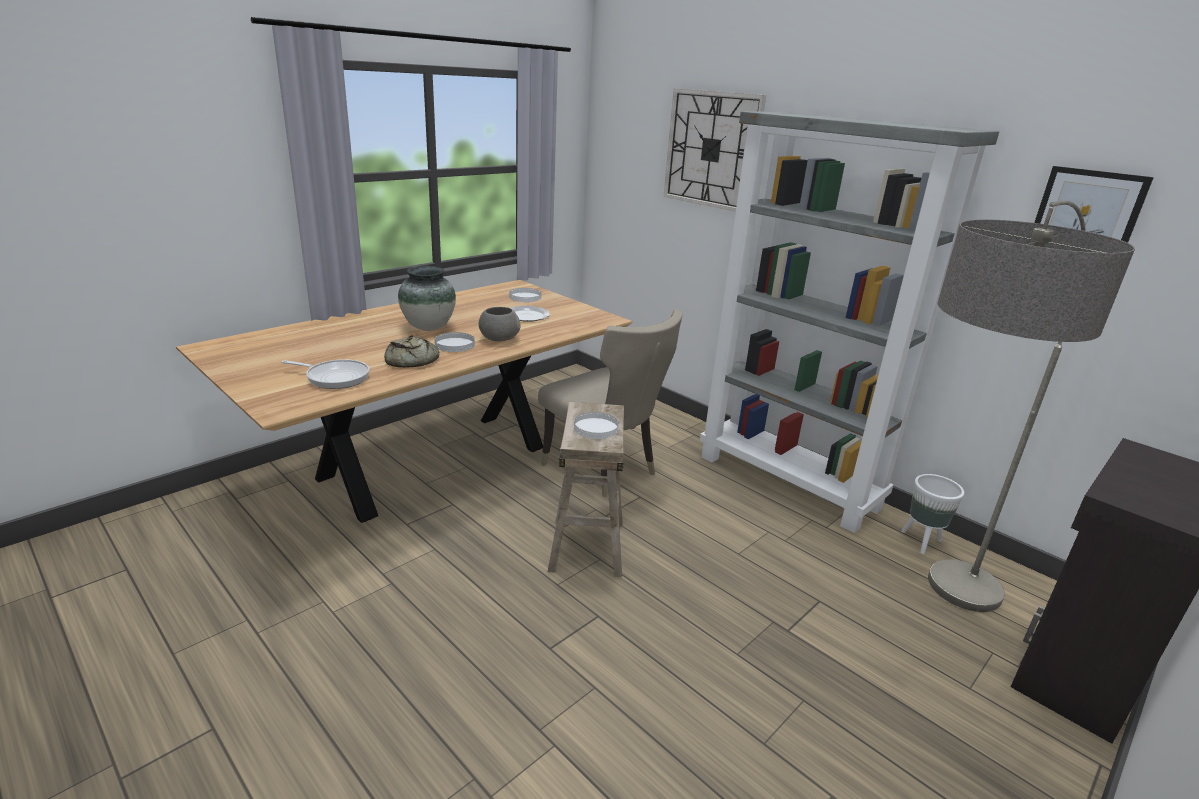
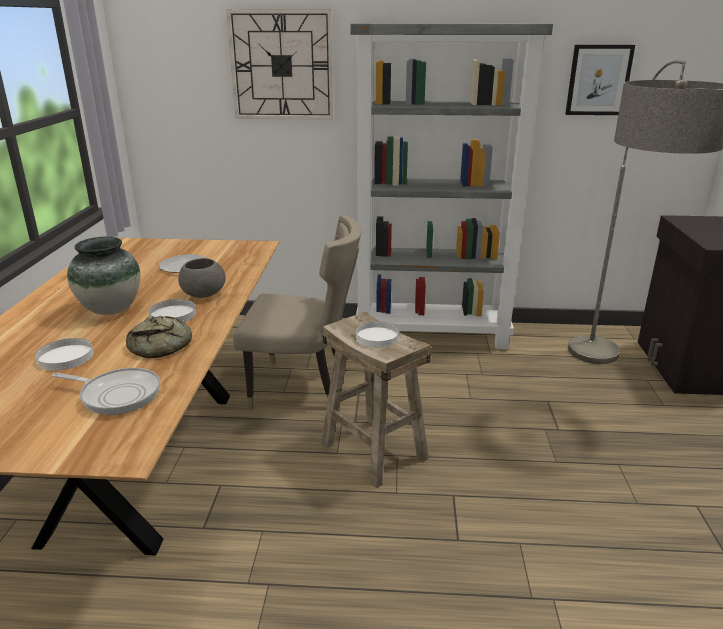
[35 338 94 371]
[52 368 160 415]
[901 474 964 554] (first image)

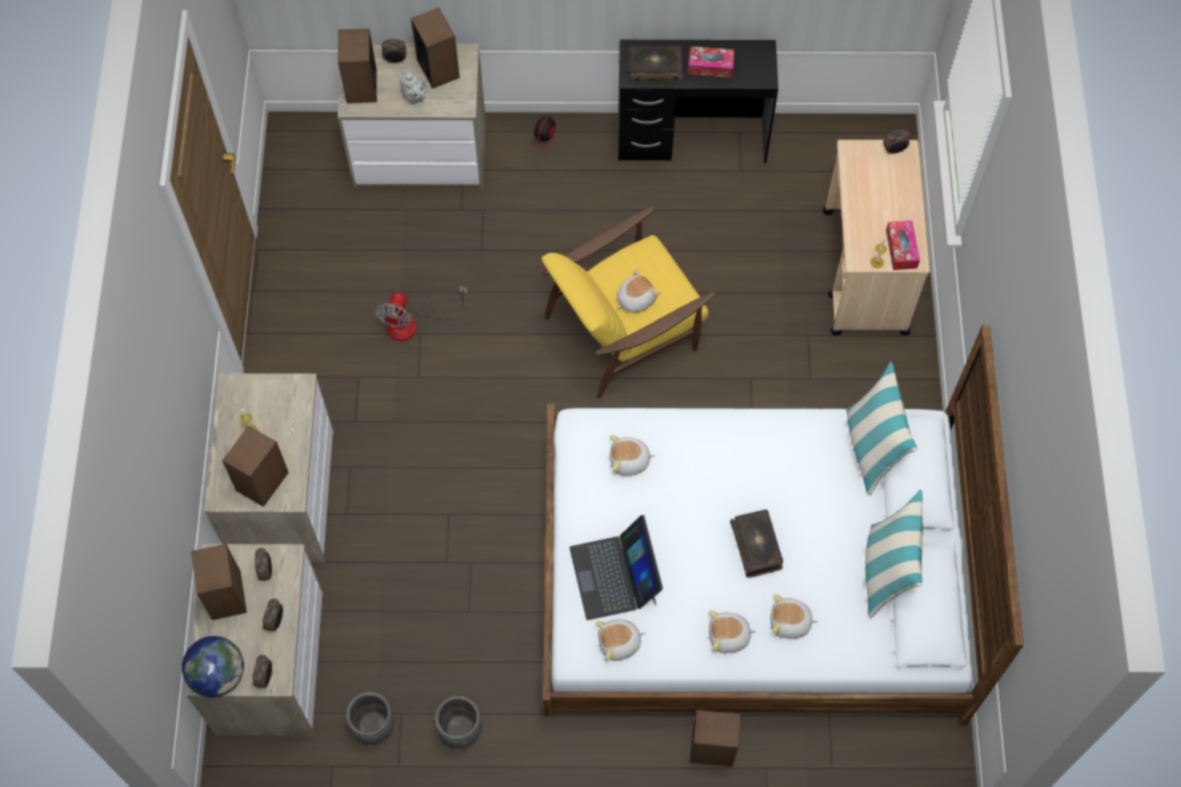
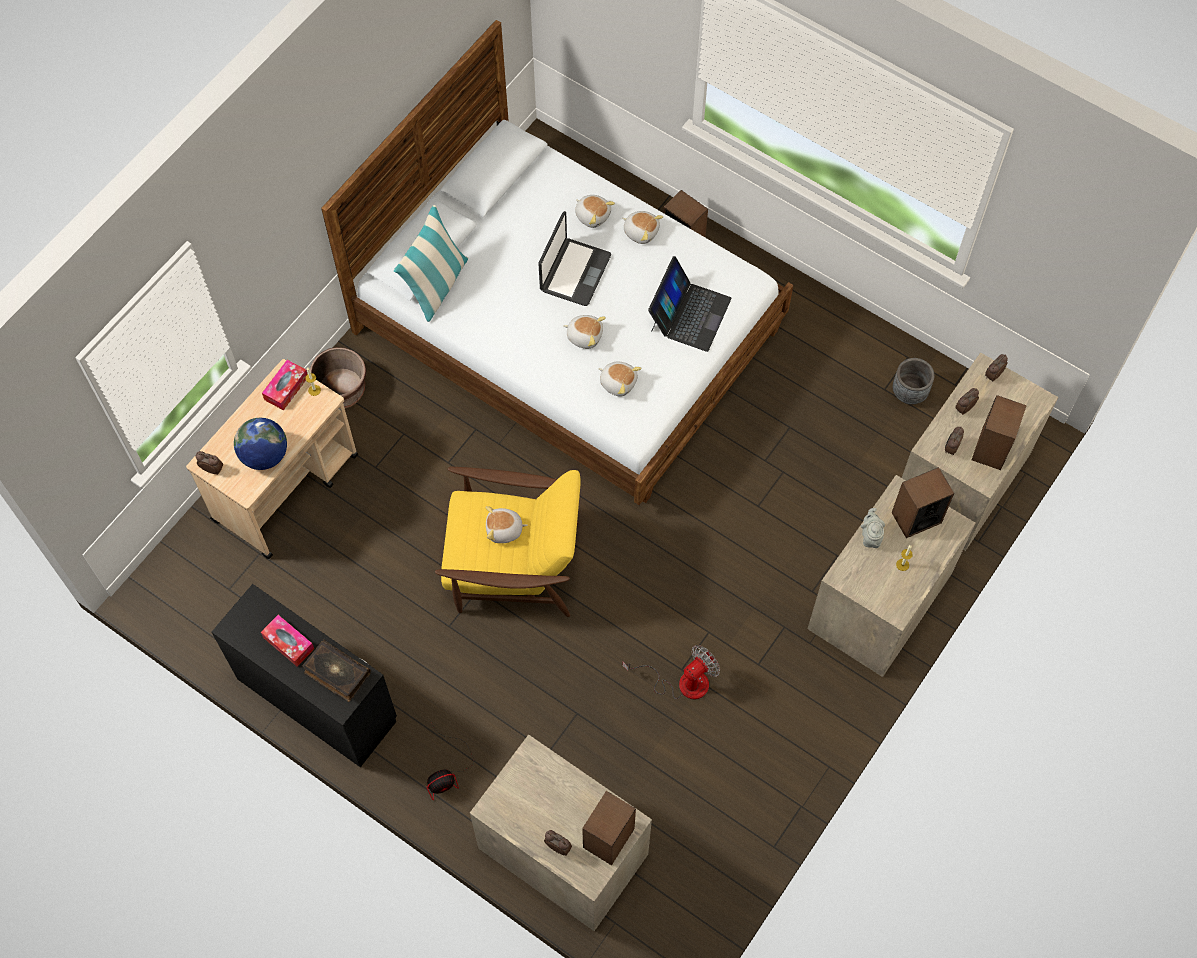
[411 7 460 89] (first image)
[861 508 885 548]
[865 490 923 618] (first image)
[539 211 611 306]
[563 315 606 349]
[234 418 287 470]
[435 696 482 748] (first image)
[310 347 366 409]

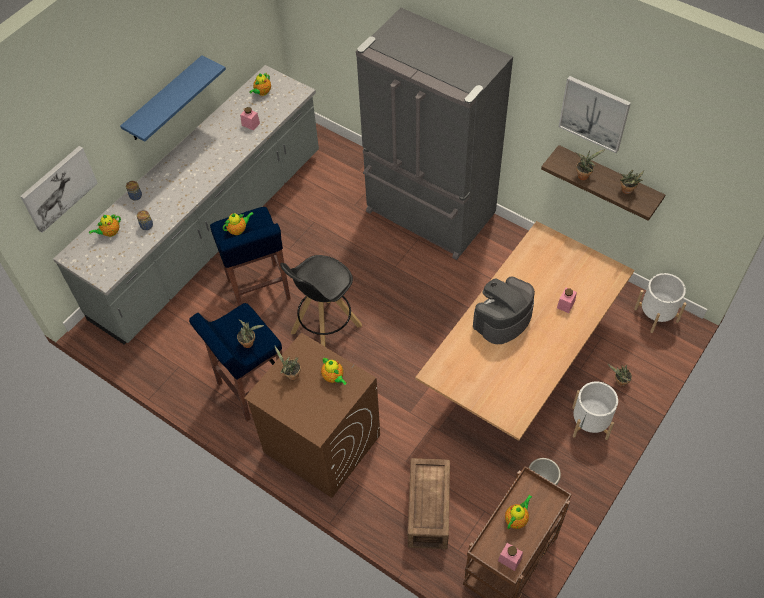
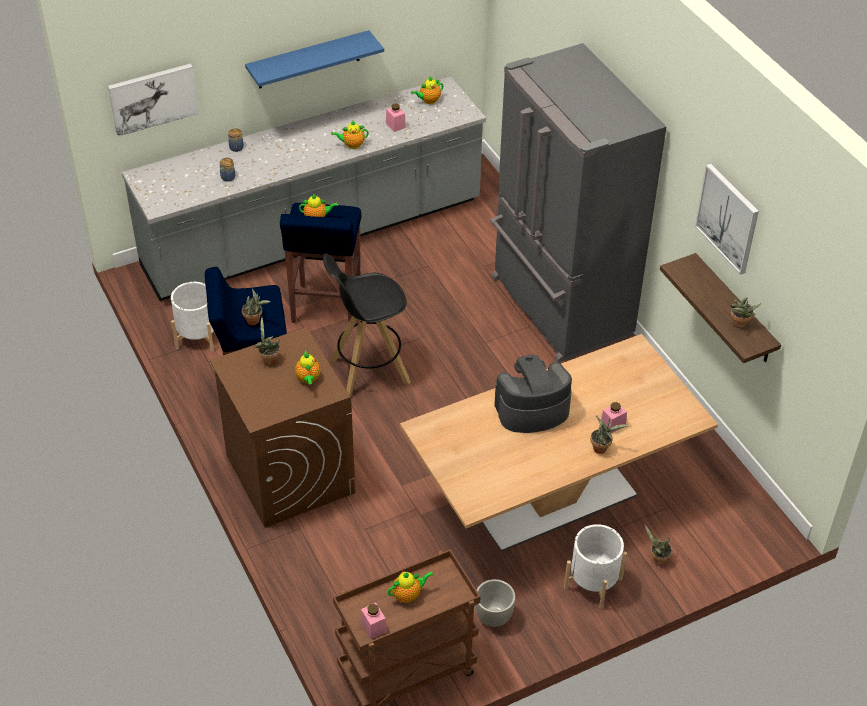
[591 416 629 454]
[331 120 369 149]
[171 282 214 352]
[408 458 450 549] (first image)

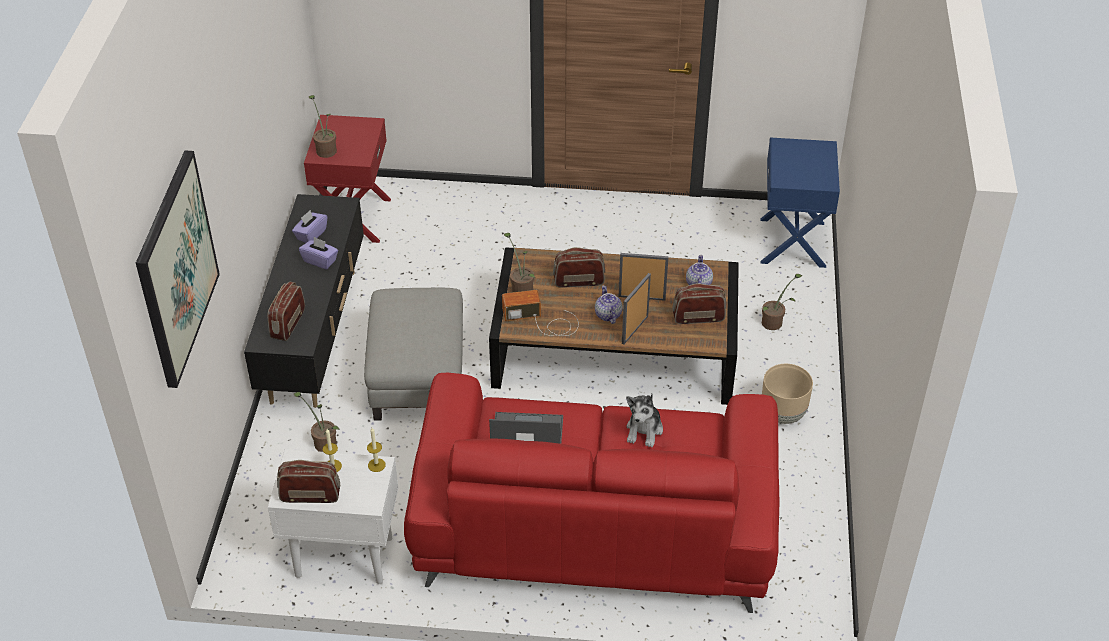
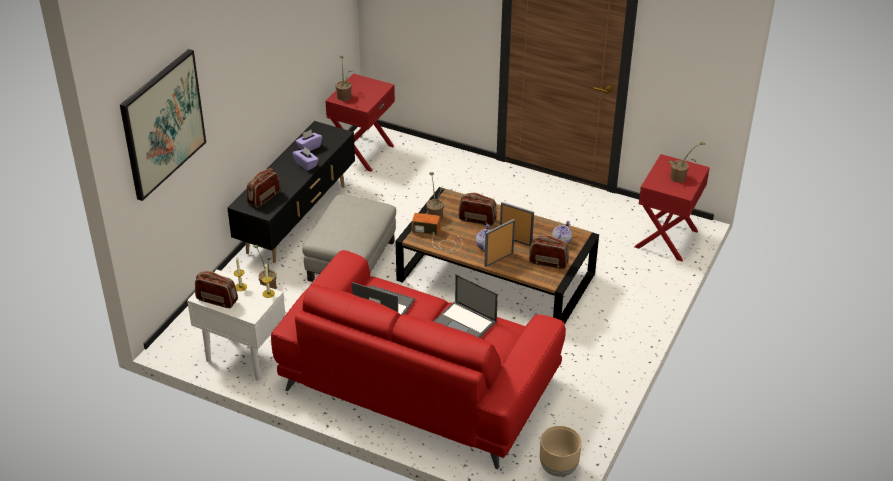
[634 154 710 261]
[669 142 706 183]
[540 426 582 477]
[434 274 498 338]

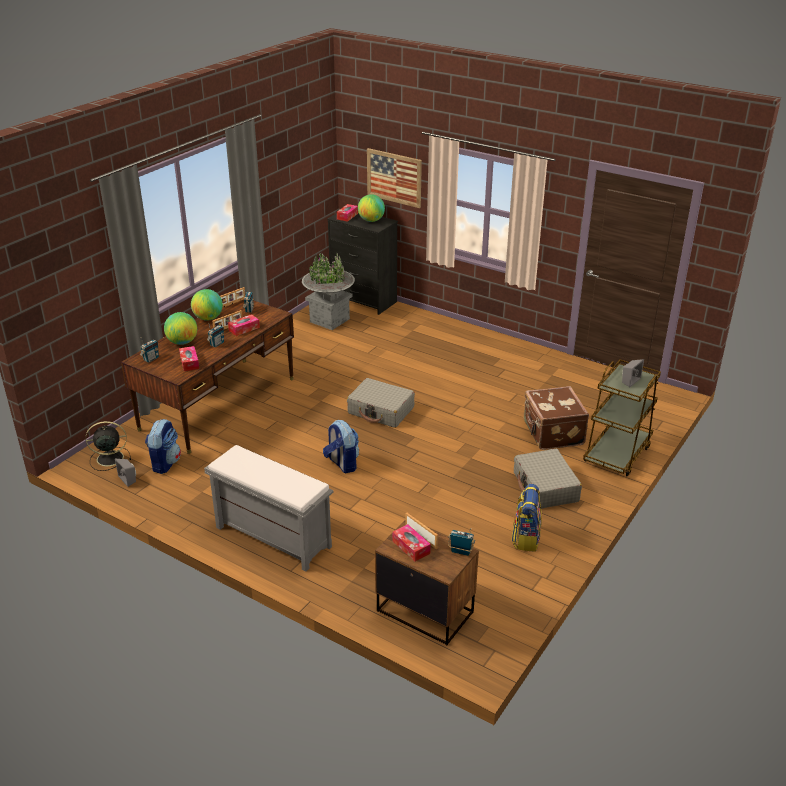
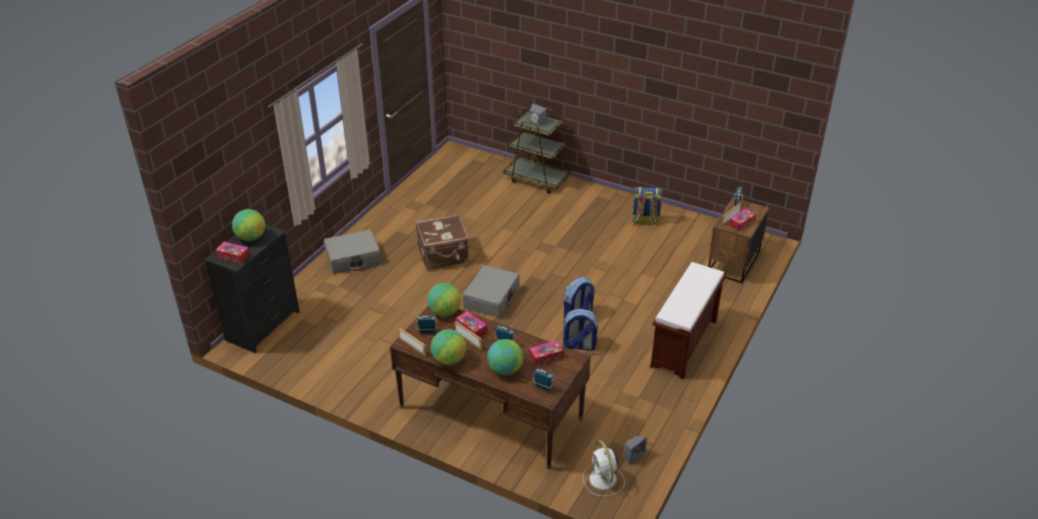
[367 148 422 208] (first image)
[302 252 355 330] (first image)
[416 214 469 270]
[563 309 598 351]
[583 441 625 496]
[650 262 727 379]
[324 230 382 274]
[427 283 461 317]

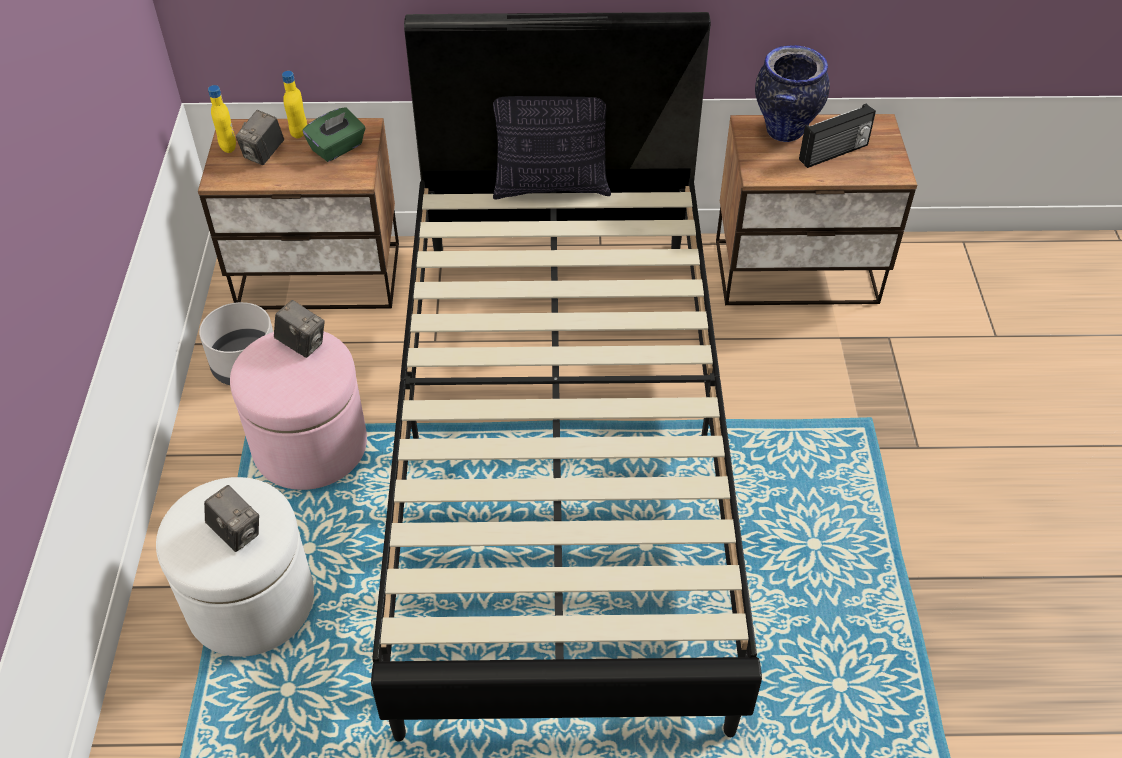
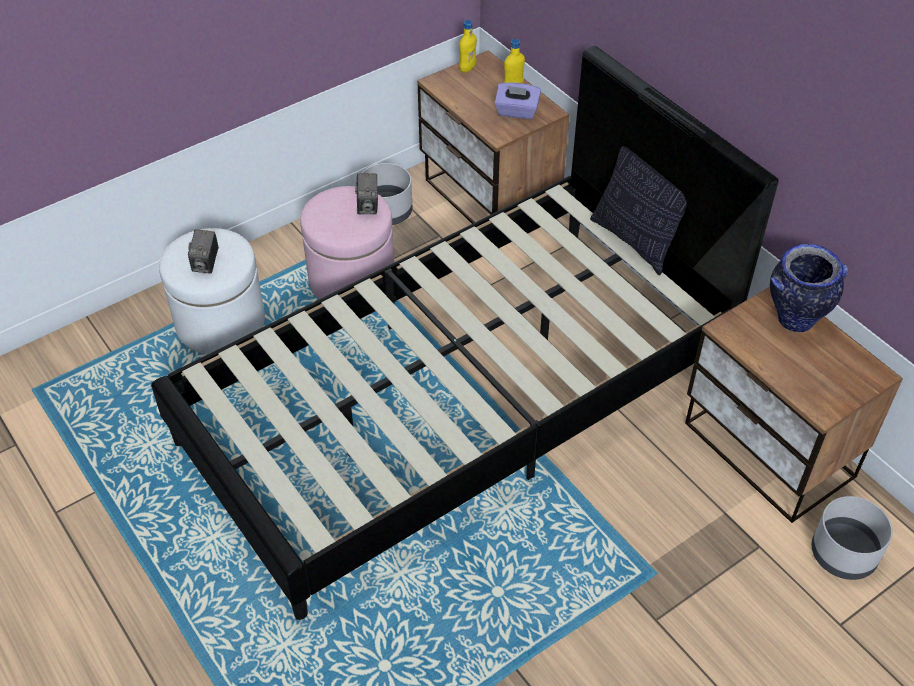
[799 104 876 168] (first image)
[495 82 541 119]
[236 110 284 165] (first image)
[812 496 893 580]

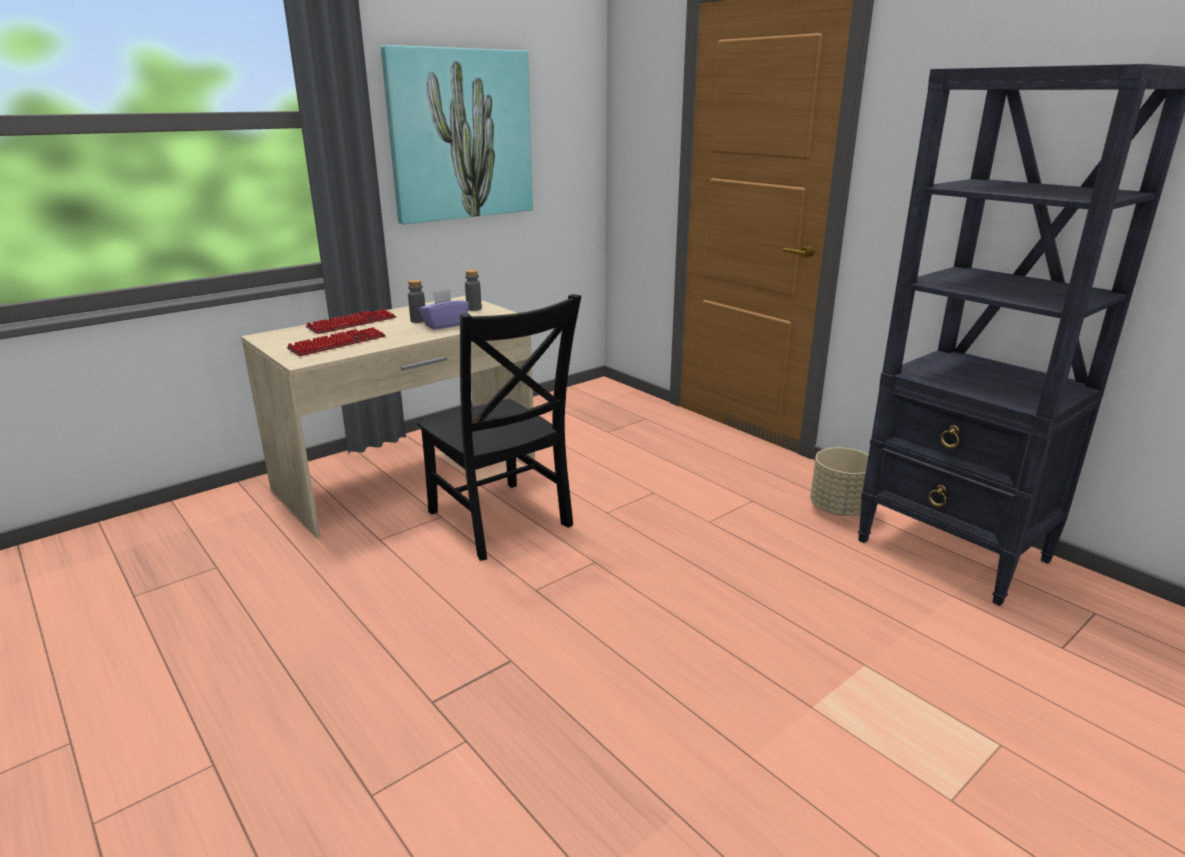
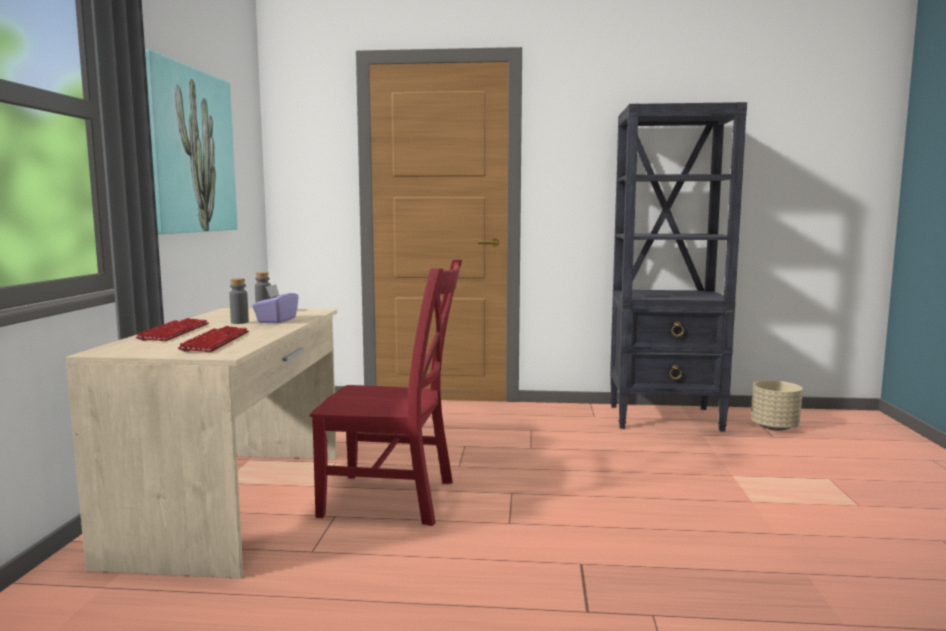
[310 259 462 526]
[751 380 803 431]

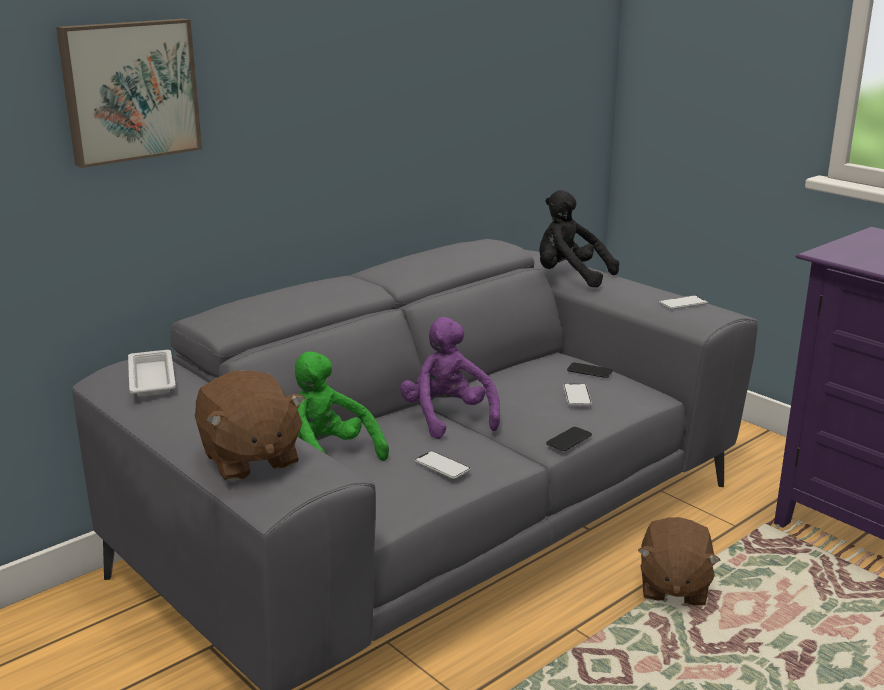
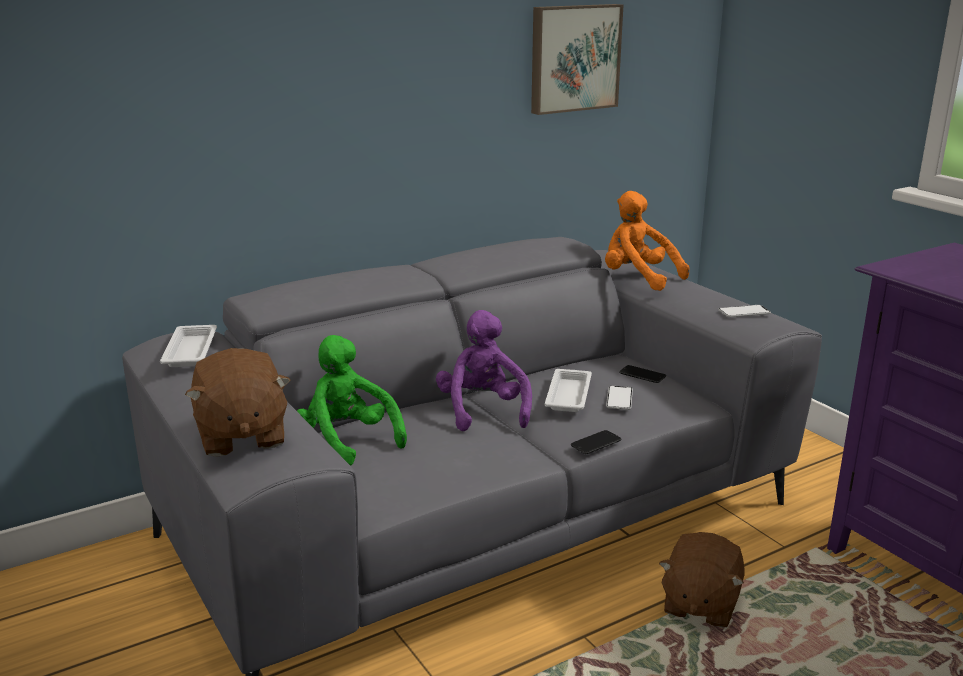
[531 4 623 115]
[605 191 690 291]
[414 451 471 479] (first image)
[544 369 592 412]

